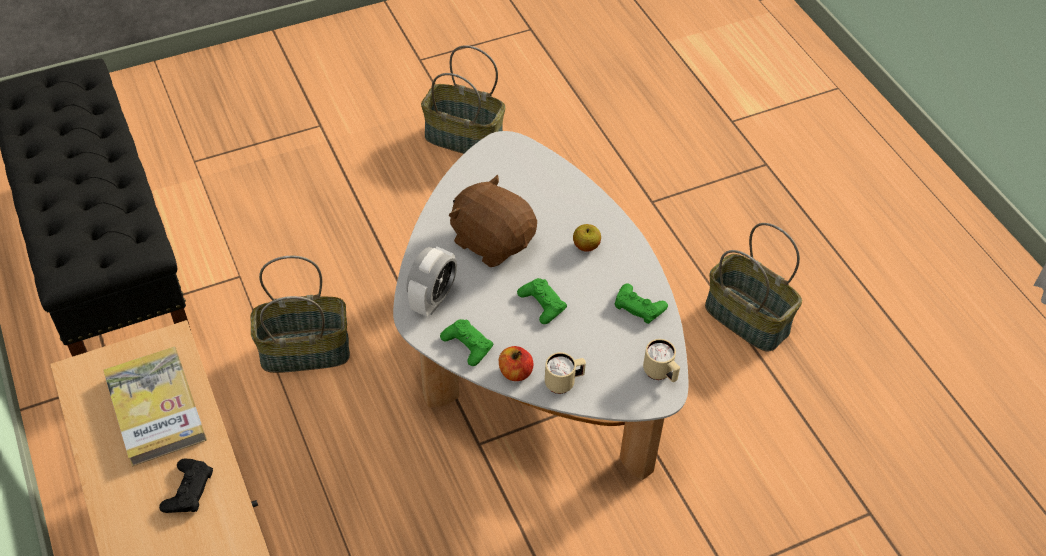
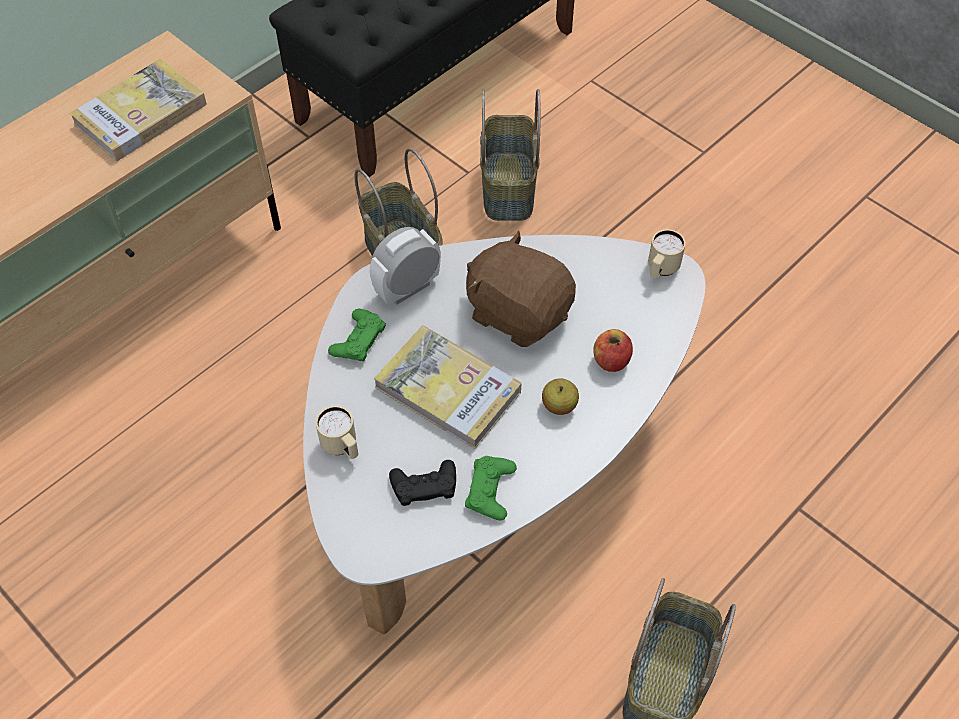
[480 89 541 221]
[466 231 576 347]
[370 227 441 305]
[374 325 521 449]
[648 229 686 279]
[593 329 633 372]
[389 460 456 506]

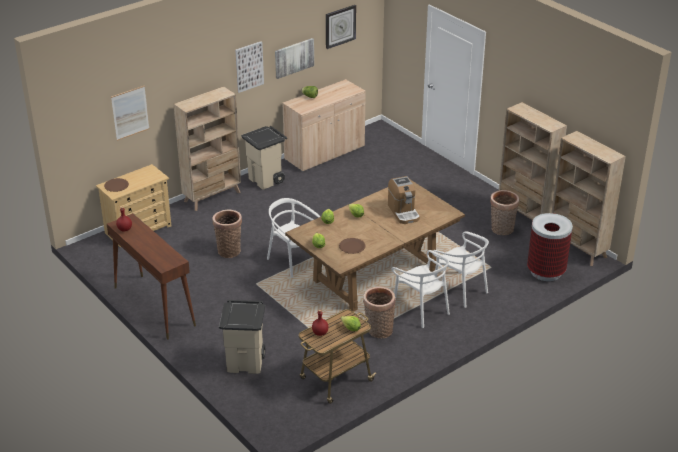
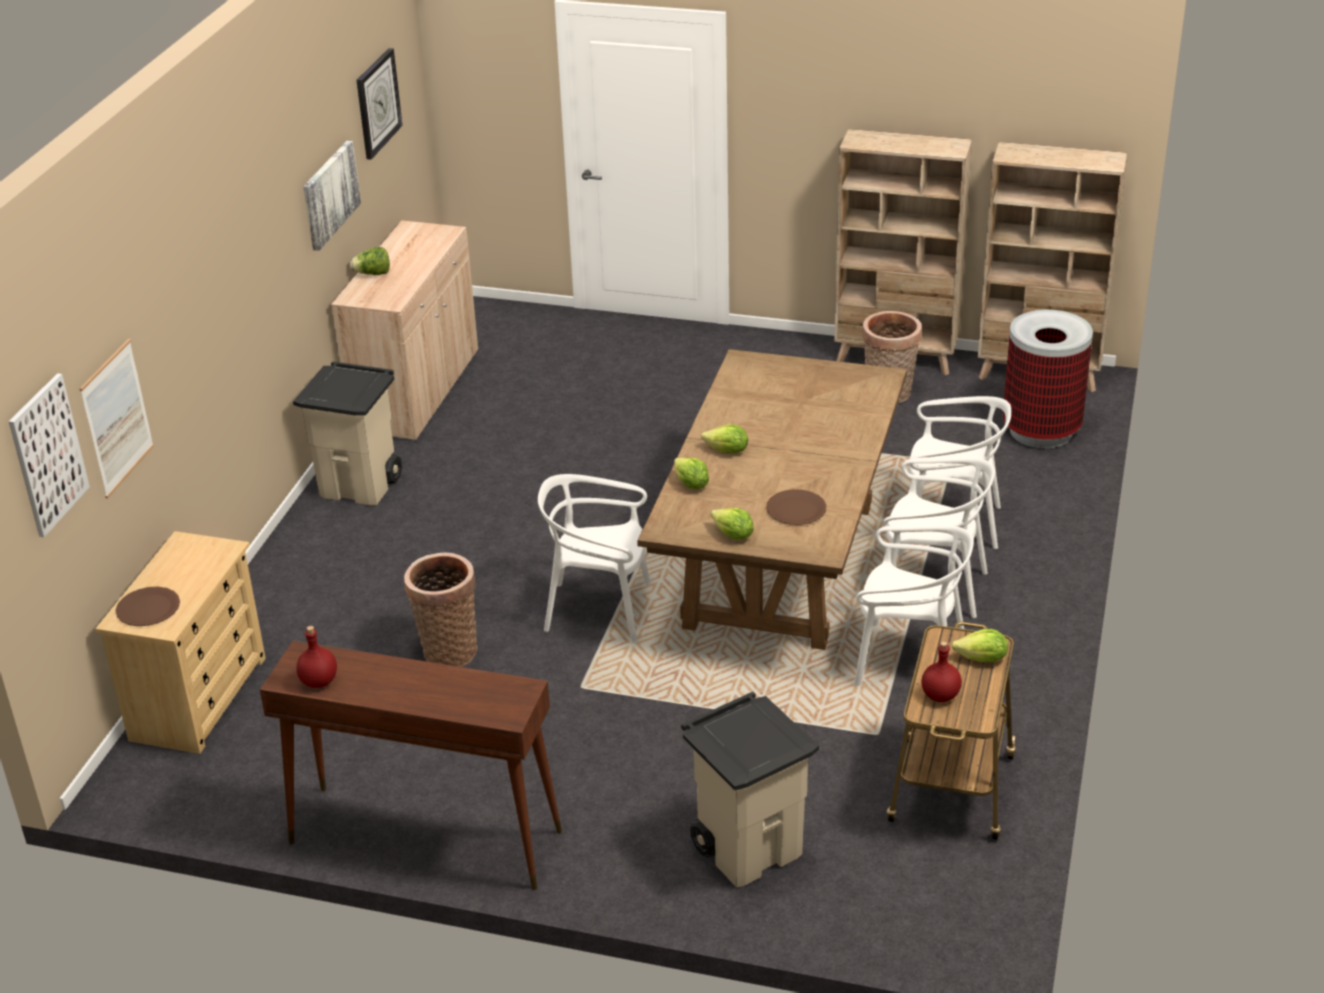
[9 373 90 537]
[174 86 241 211] (first image)
[388 176 420 224] (first image)
[854 524 974 686]

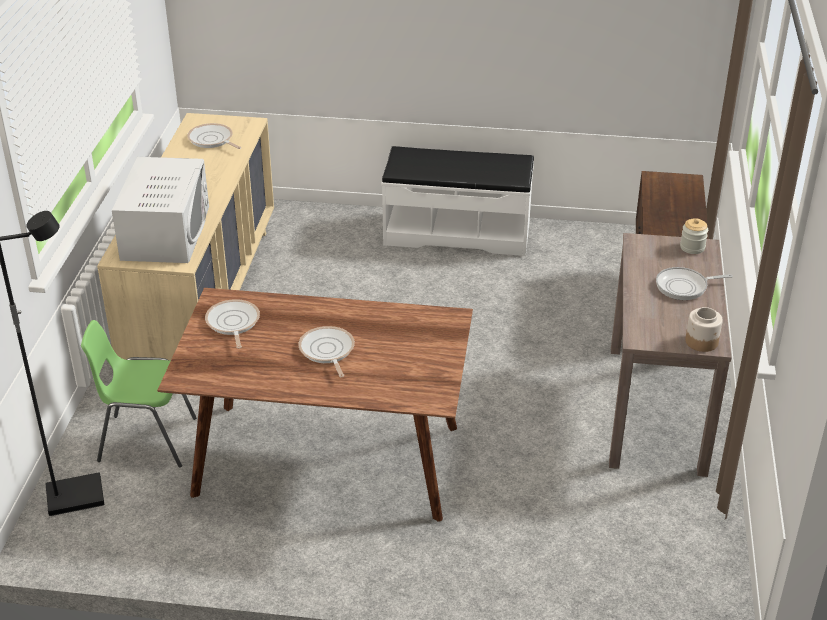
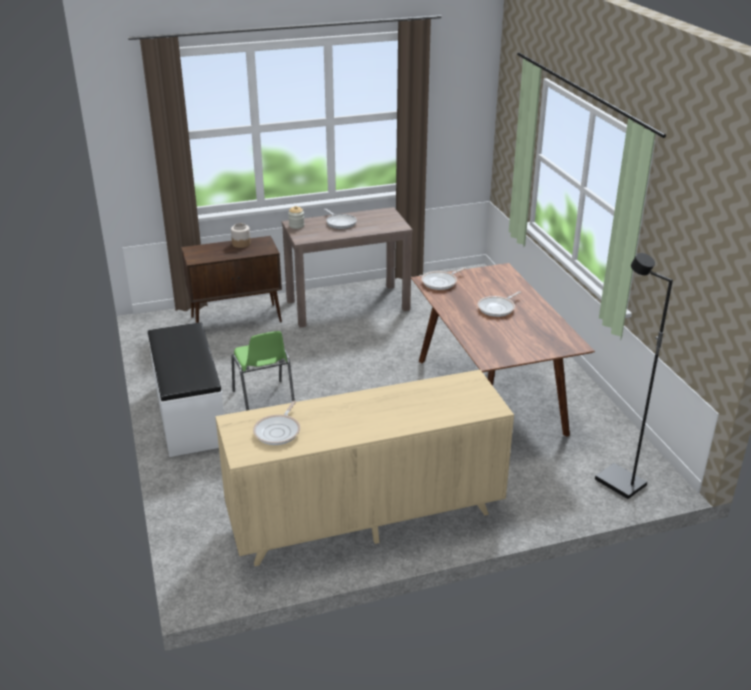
[112 157 209 263] (first image)
[421 268 466 290]
[231 223 251 248]
[231 331 295 411]

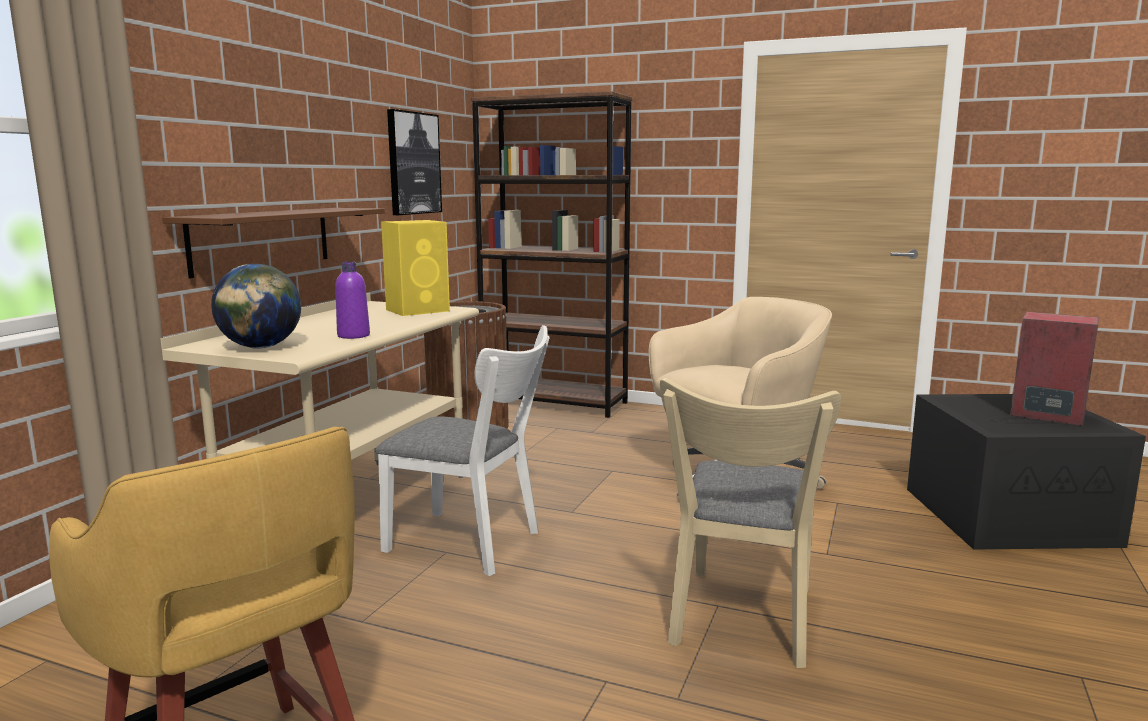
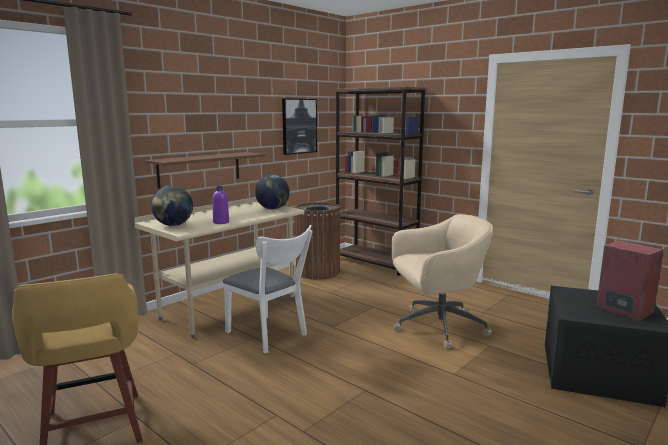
[255 175 290 210]
[660 378 841 668] (first image)

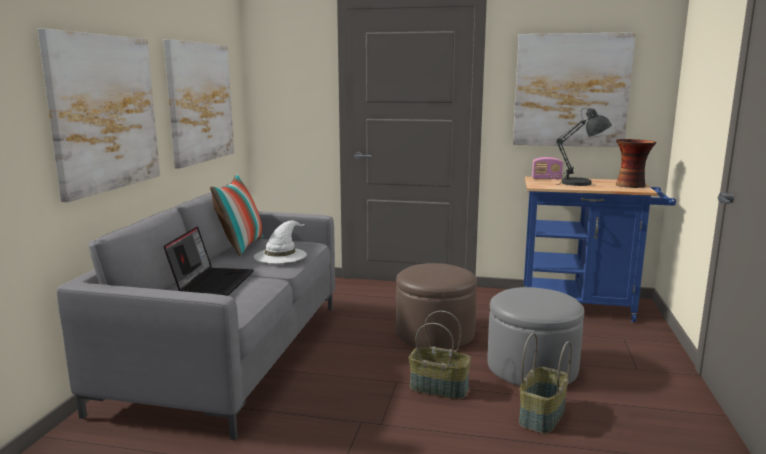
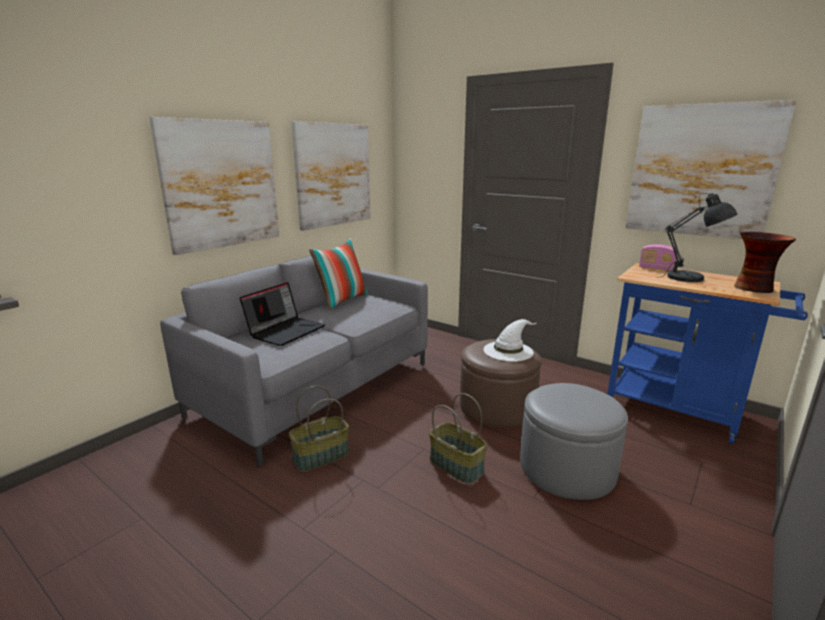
[483 319 536 361]
[289 386 349 472]

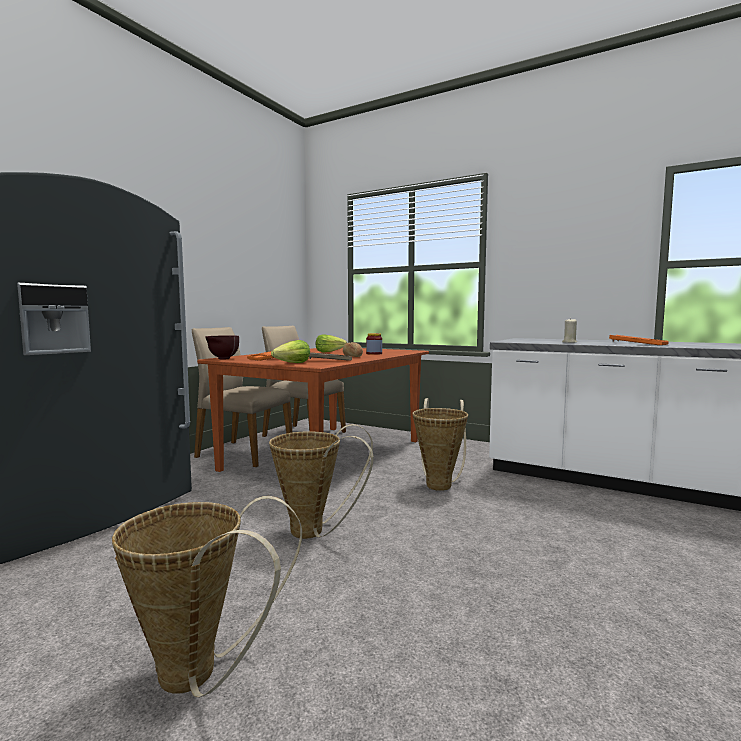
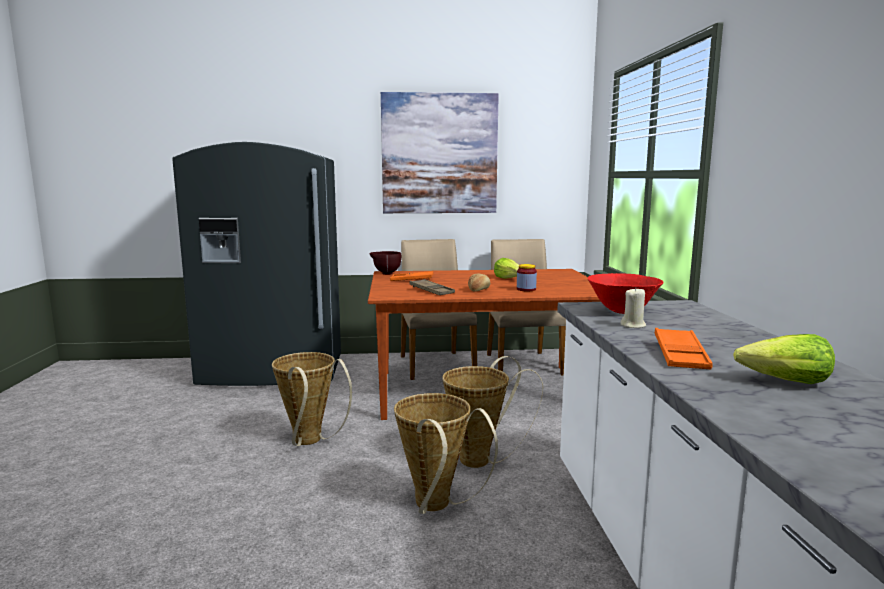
[733 334 835 384]
[394 393 498 514]
[381 92 499 213]
[588 273 664 314]

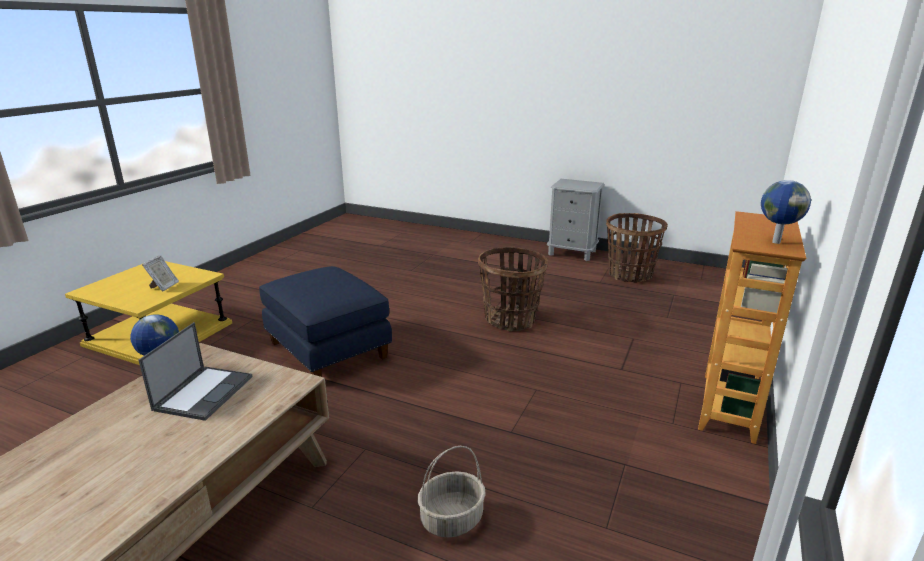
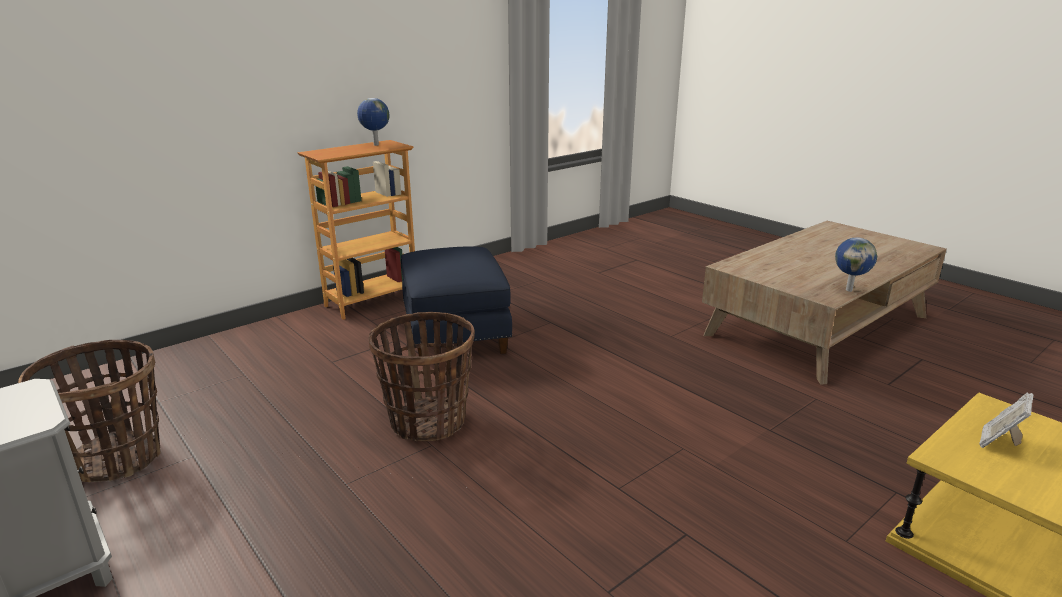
[401 246 512 356]
[138 322 252 421] (first image)
[418 446 486 538] (first image)

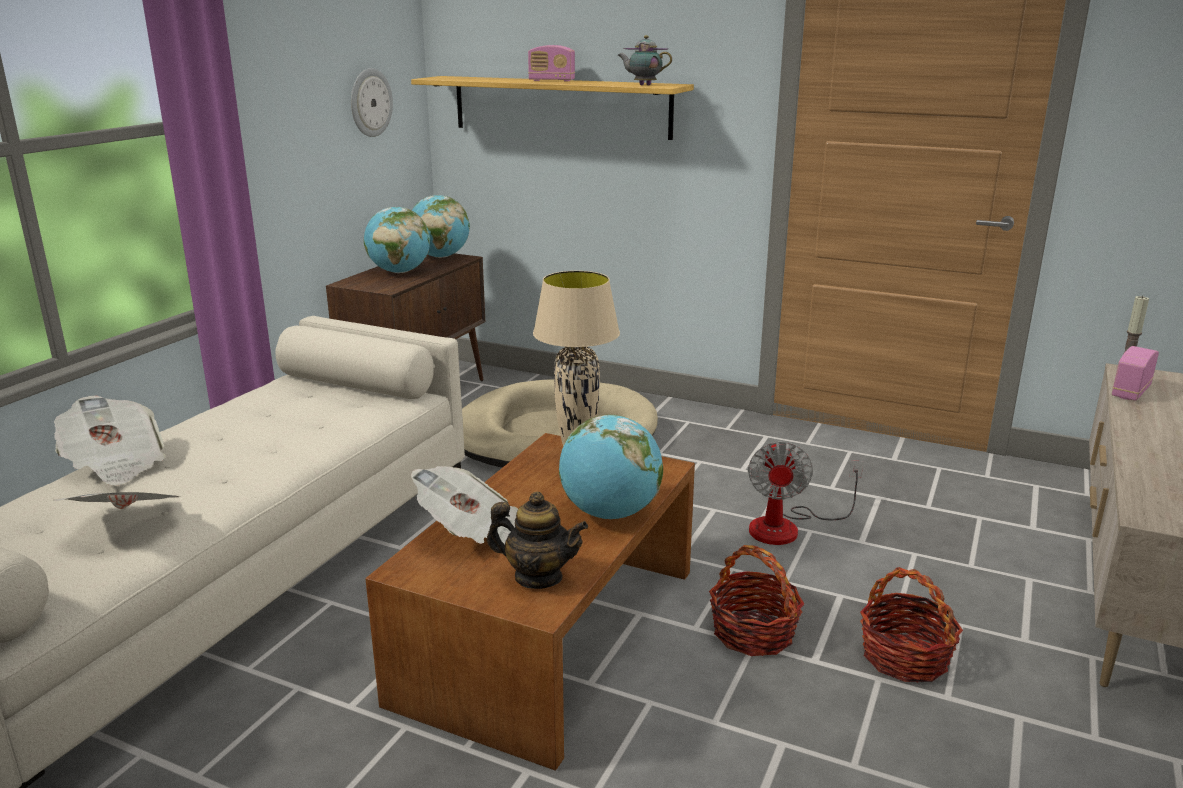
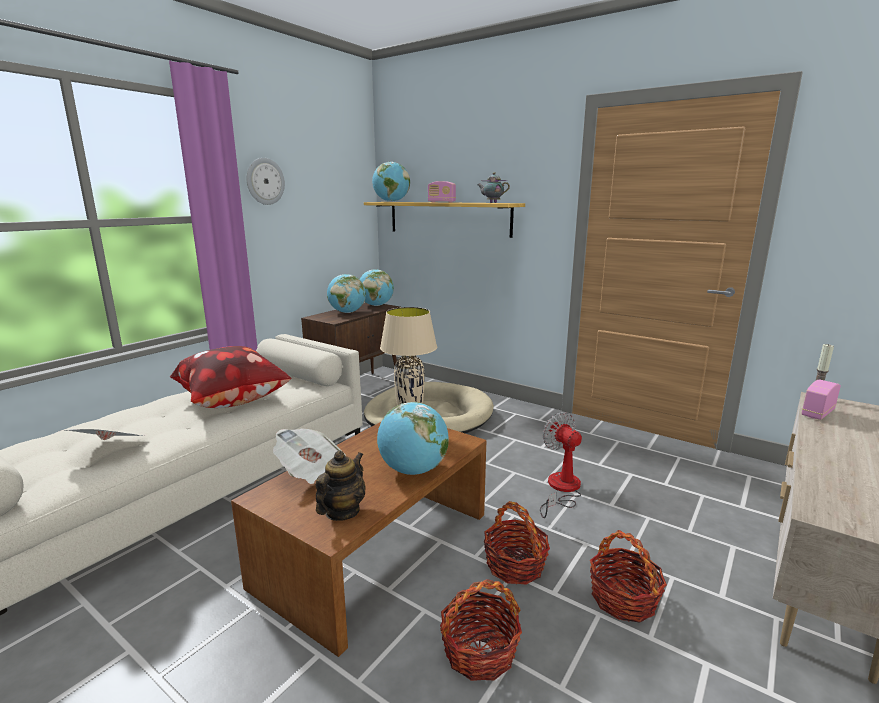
[246 158 285 205]
[54 396 166 485] (first image)
[540 412 582 518]
[316 451 366 521]
[372 162 410 202]
[170 346 291 408]
[440 579 522 681]

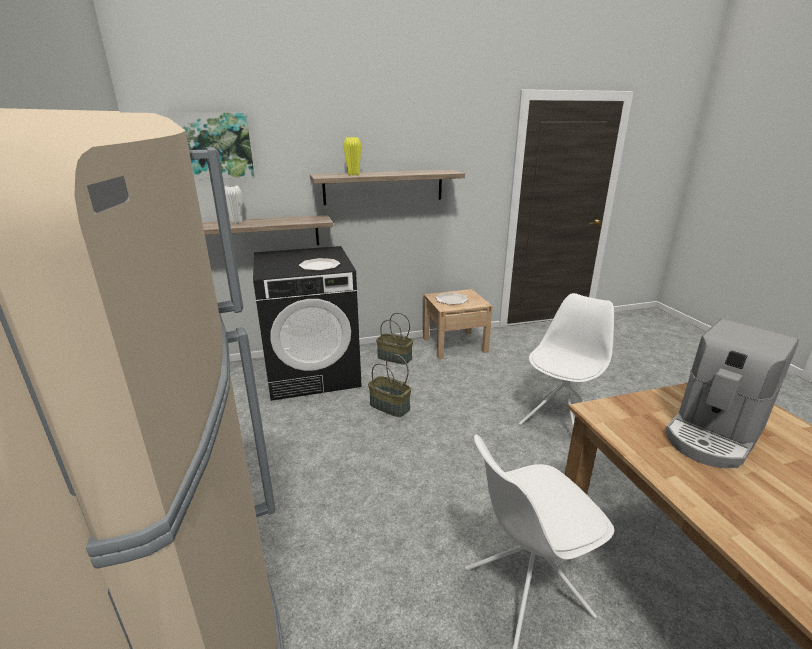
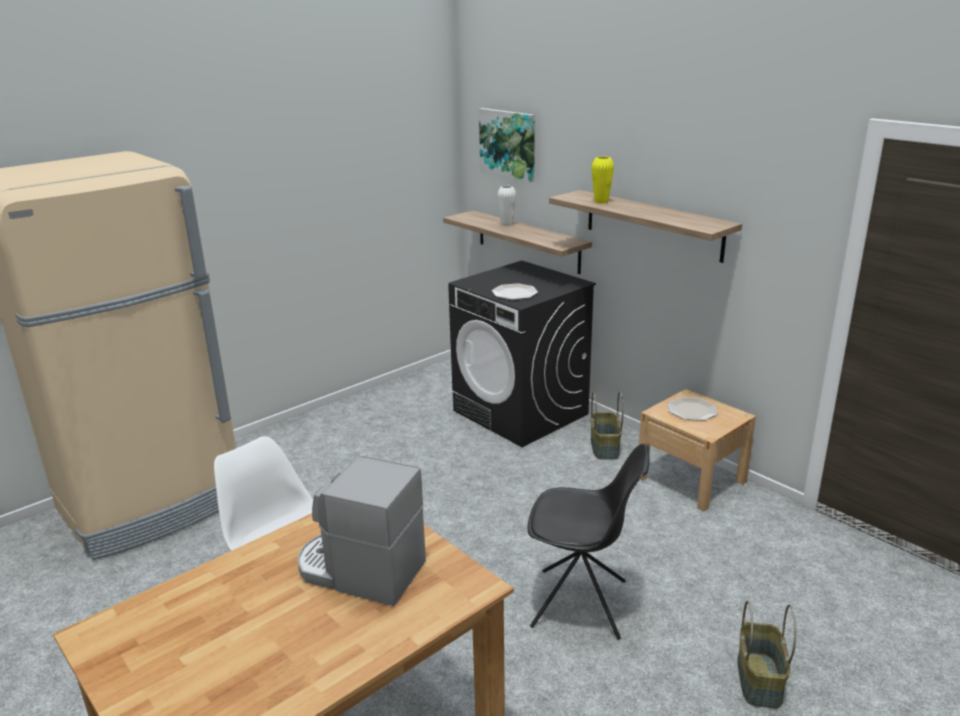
[528 443 650 640]
[737 600 797 708]

